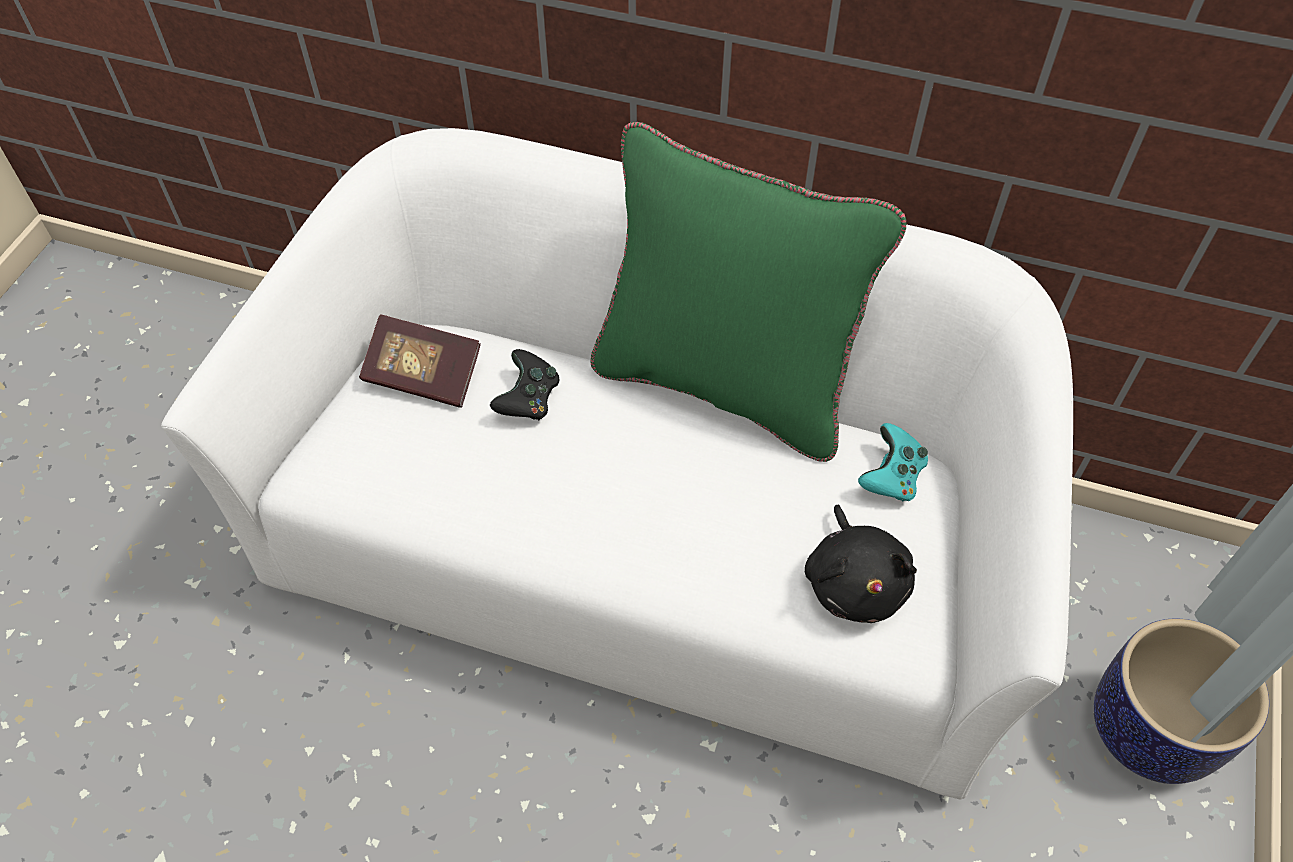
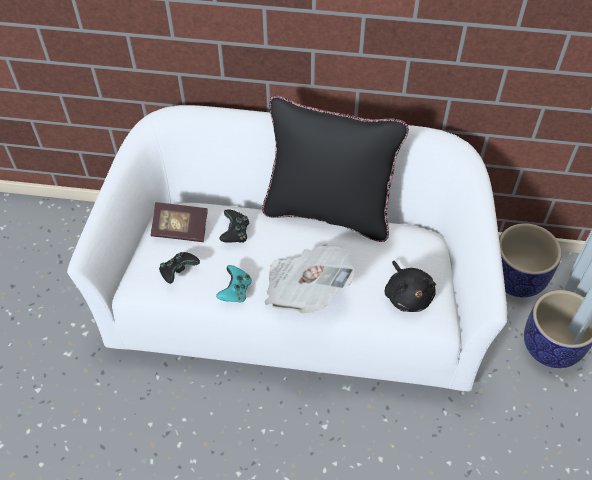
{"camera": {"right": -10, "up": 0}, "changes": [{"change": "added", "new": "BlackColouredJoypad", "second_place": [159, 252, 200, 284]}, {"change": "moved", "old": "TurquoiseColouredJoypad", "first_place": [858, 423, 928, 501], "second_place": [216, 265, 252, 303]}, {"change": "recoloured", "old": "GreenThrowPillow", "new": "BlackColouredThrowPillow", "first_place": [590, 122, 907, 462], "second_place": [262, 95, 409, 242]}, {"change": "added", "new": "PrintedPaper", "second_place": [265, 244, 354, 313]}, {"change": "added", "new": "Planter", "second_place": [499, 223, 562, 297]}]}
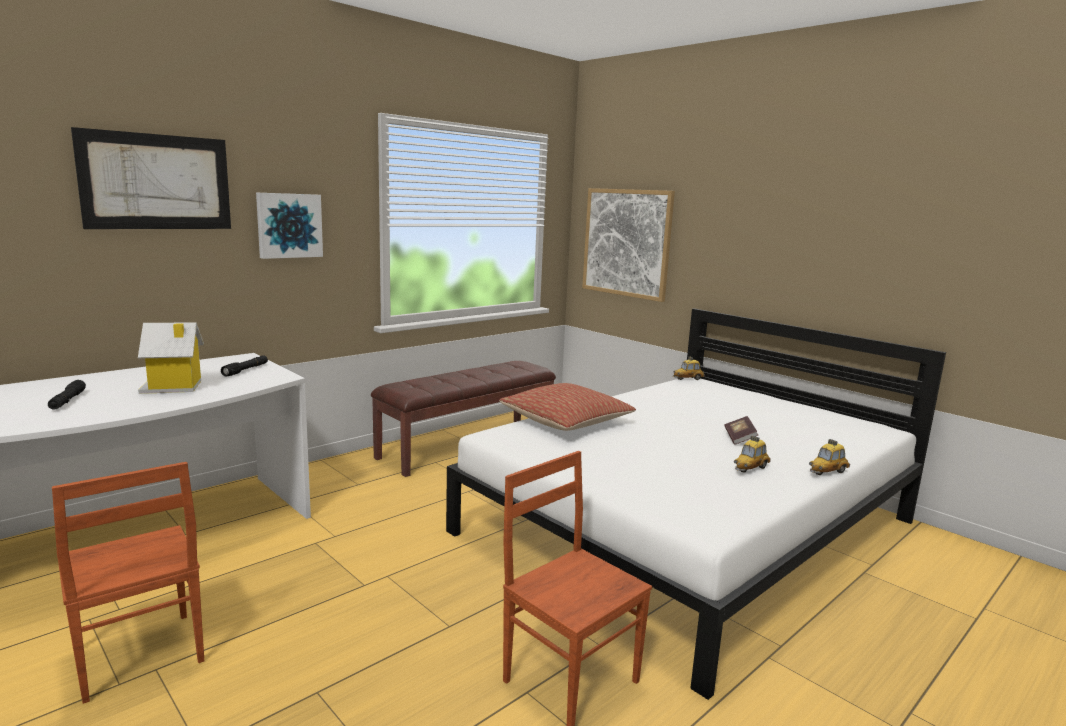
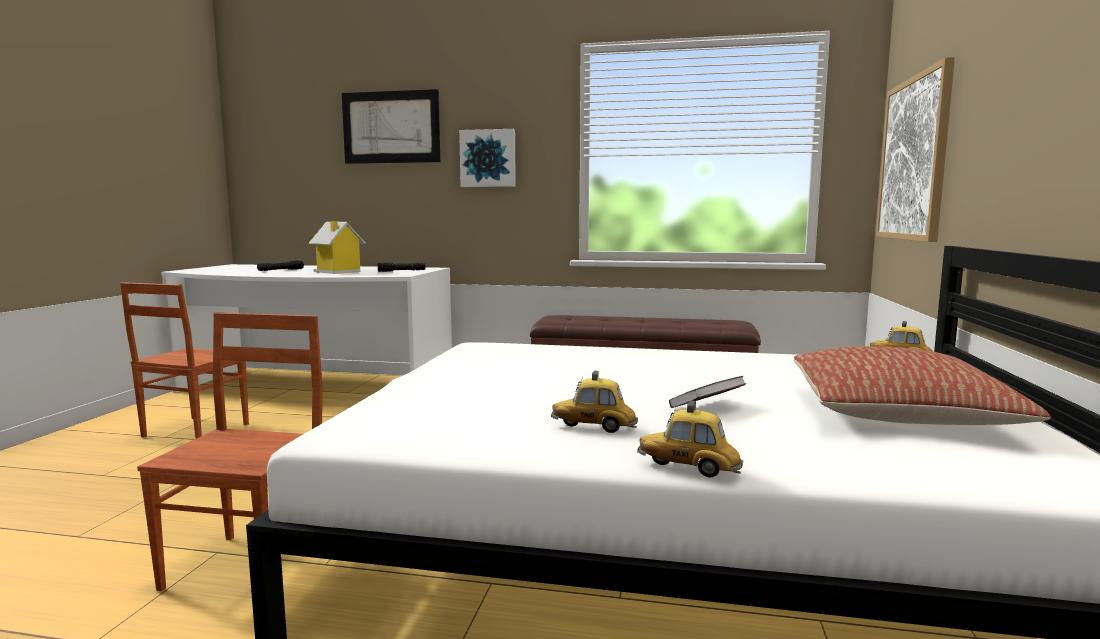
{"camera": {"right": 55, "up": -5}, "changes": [{"change": "moved", "old": "ThrowPillow", "first_place": [499, 383, 636, 431], "second_place": [794, 346, 1051, 425]}]}
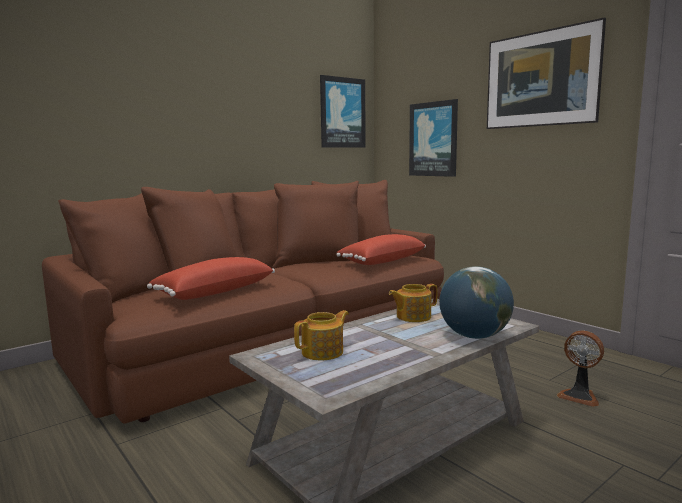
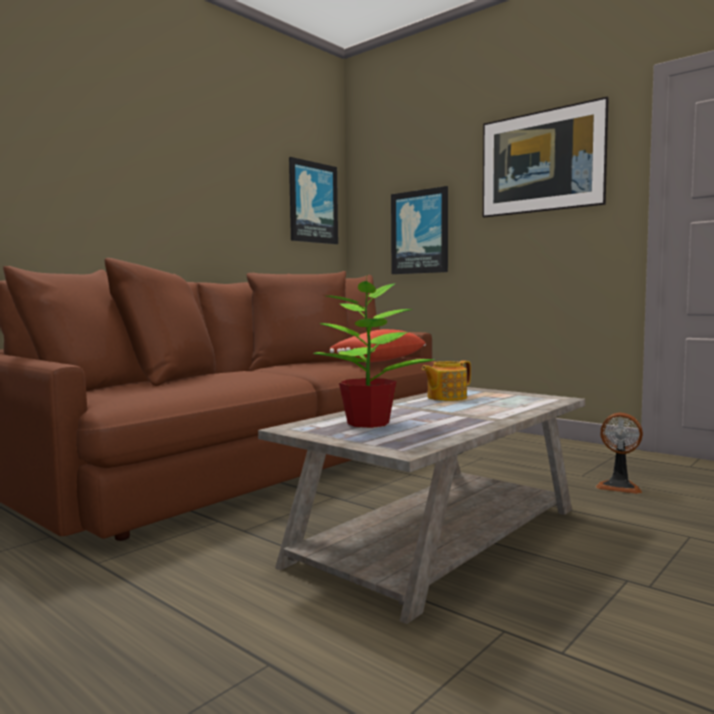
{"camera": {"right": -10, "up": -5}, "changes": [{"change": "replaced", "old": "Teapot", "new": "PottedPlant", "first_place": [294, 310, 349, 360], "second_place": [313, 274, 434, 428]}, {"change": "removed", "old": "ReddishThrowPillow", "first_place": [147, 257, 275, 300]}, {"change": "removed", "old": "DeskGlobe", "first_place": [439, 266, 514, 339]}]}
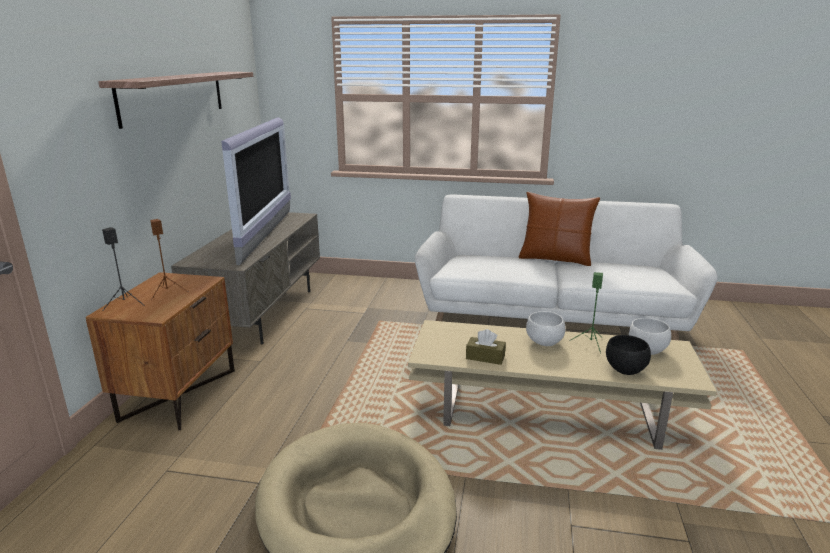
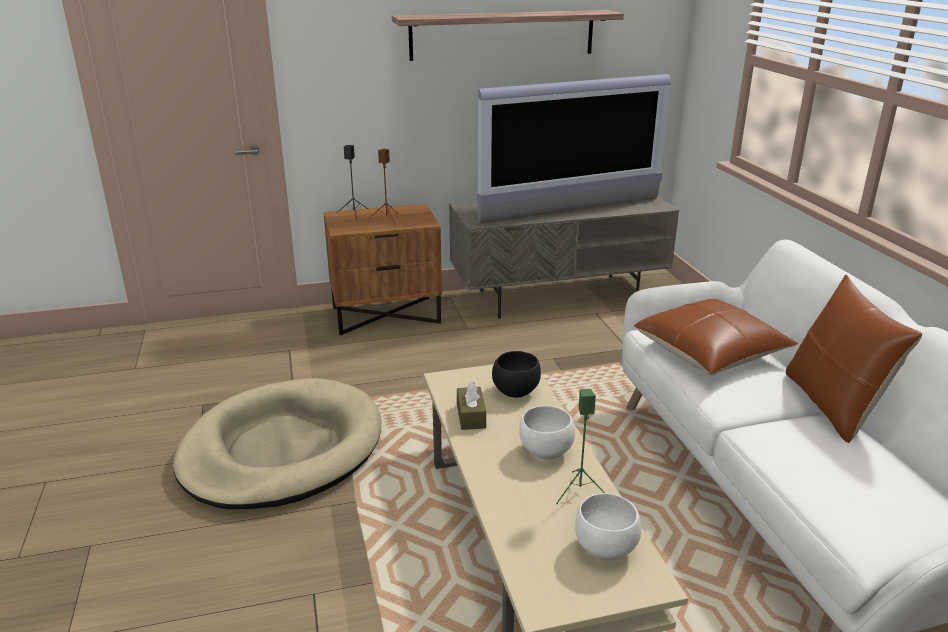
{"camera": {"right": 65, "up": 5}, "changes": [{"change": "moved", "old": "BlackColouredServingBowl", "first_place": [606, 335, 651, 375], "second_place": [492, 351, 541, 398]}, {"change": "added", "new": "BrownColouredThrowPillow", "second_place": [634, 299, 798, 375]}]}
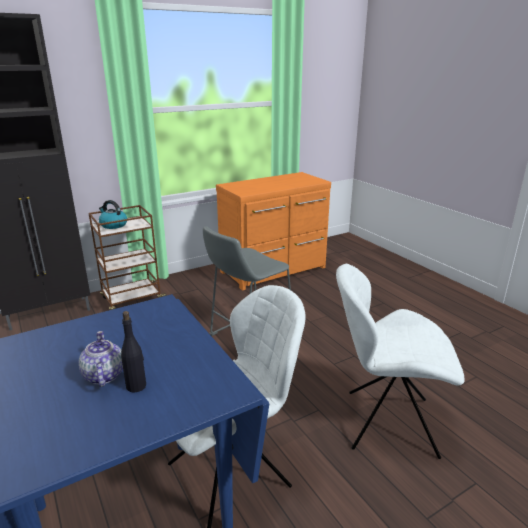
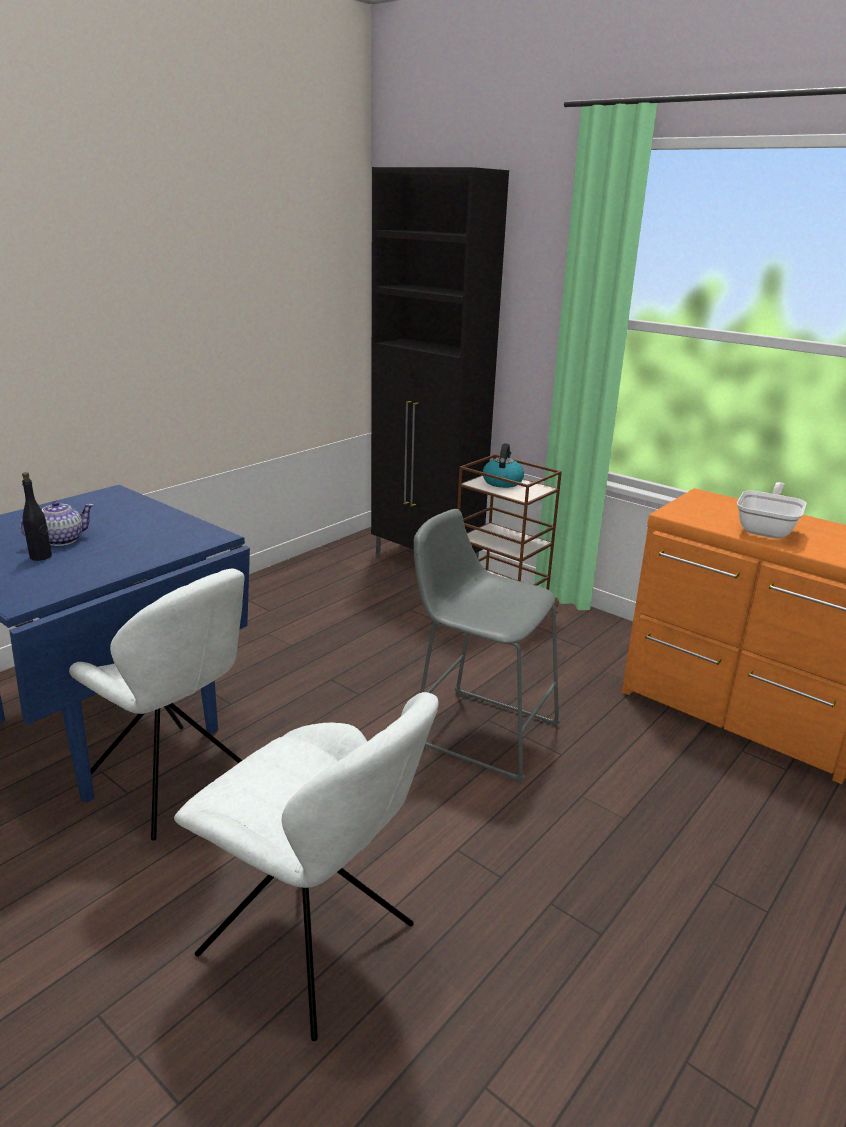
{"camera": {"right": 70, "up": 0}, "changes": [{"change": "turned", "old": "WhitishChair", "first_place": [336, 264, 464, 459], "second_place": [174, 692, 439, 1041], "degrees": 135}, {"change": "added", "new": "Pan", "second_place": [737, 482, 807, 539]}]}
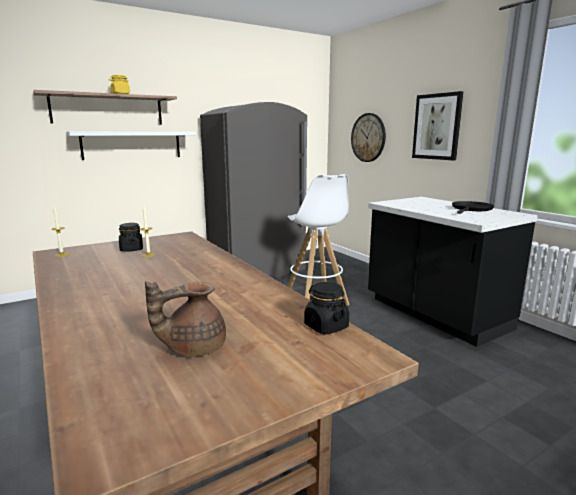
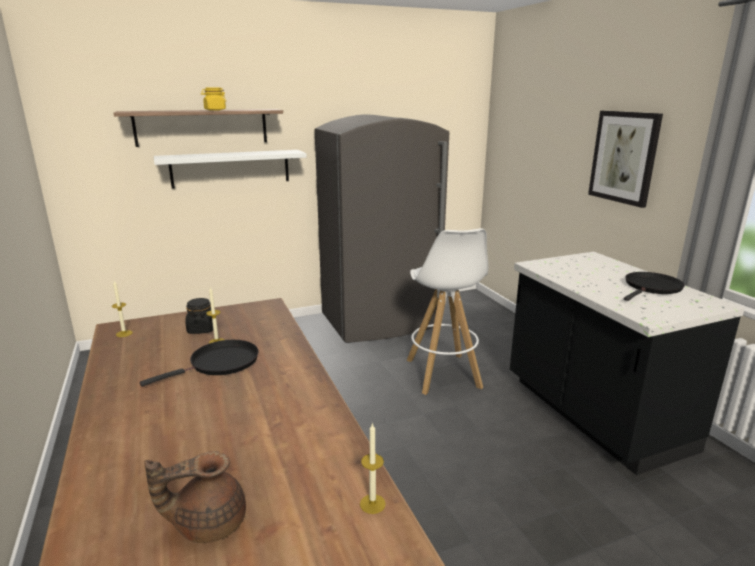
{"camera": {"right": 10, "up": 5}, "changes": [{"change": "added", "new": "BlackColouredPan", "second_place": [140, 340, 259, 387]}, {"change": "replaced", "old": "BlackColouredStorageJar", "new": "WaxLight", "first_place": [304, 282, 349, 334], "second_place": [360, 423, 386, 514]}, {"change": "removed", "old": "WallClock", "first_place": [351, 113, 386, 162]}]}
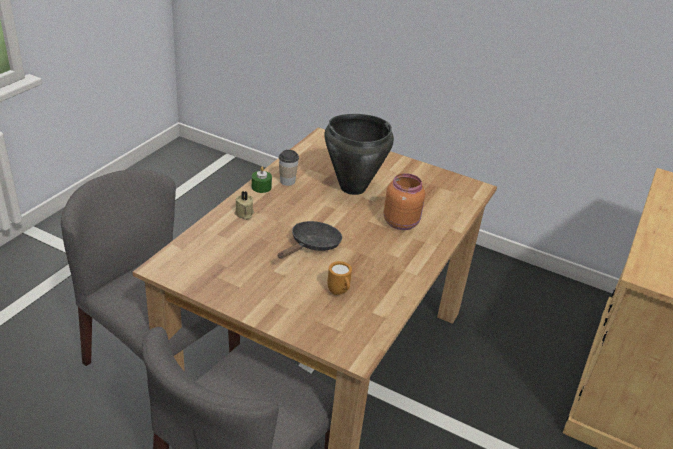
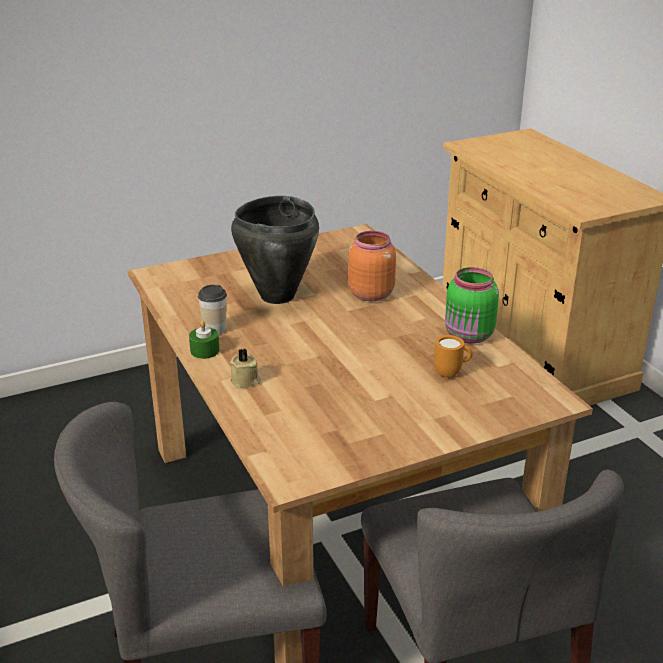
{"camera": {"right": -50, "up": -5}, "changes": [{"change": "added", "new": "GreenStorageJar", "second_place": [445, 267, 499, 343]}, {"change": "removed", "old": "BlackColouredPan", "first_place": [277, 221, 342, 259]}]}
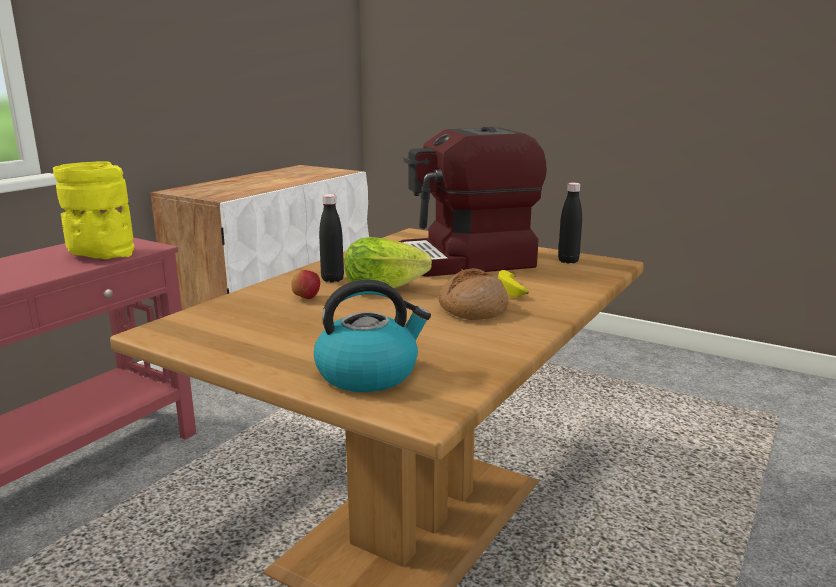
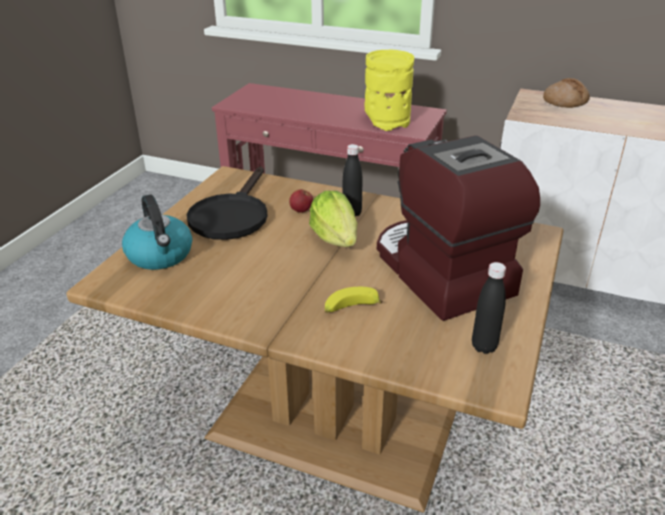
{"camera": {"right": 80, "up": 15}, "changes": [{"change": "added", "new": "BlackColouredPan", "second_place": [187, 166, 268, 240]}, {"change": "moved", "old": "BakeryBread", "first_place": [438, 268, 509, 320], "second_place": [543, 78, 590, 108]}]}
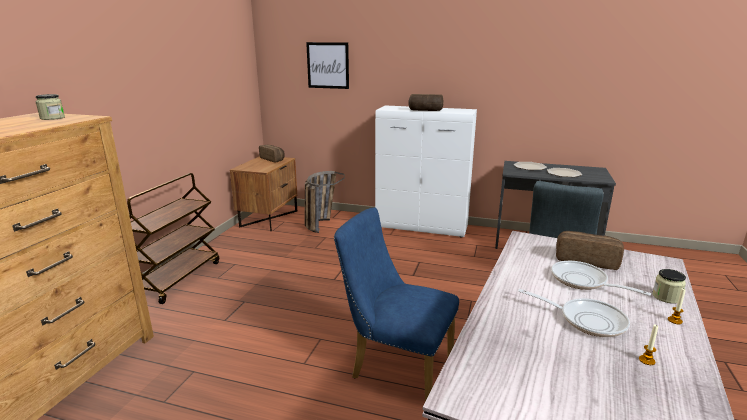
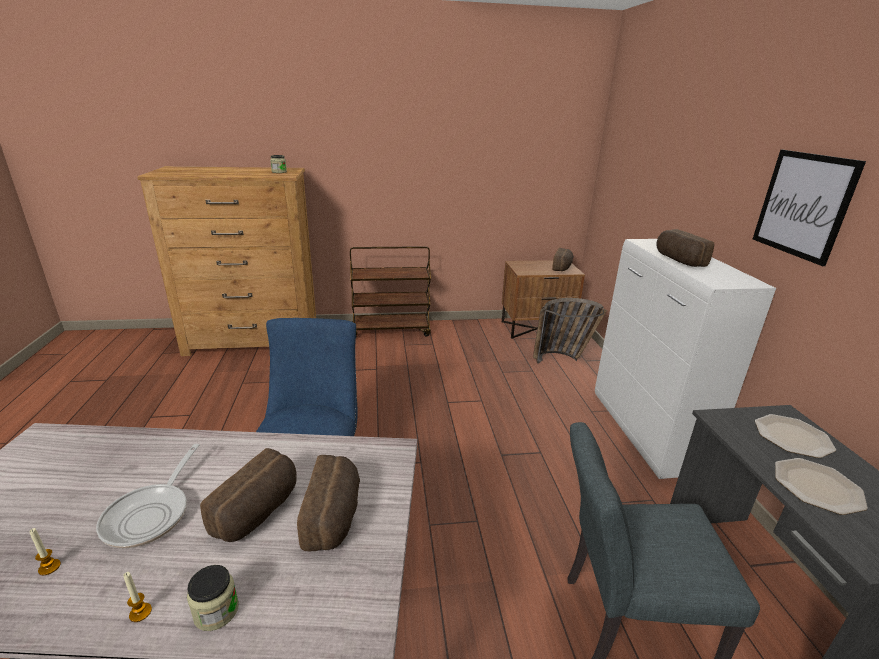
{"camera": {"right": 65, "up": 5}, "changes": [{"change": "replaced", "old": "Pan", "new": "BakeryBread", "first_place": [551, 261, 651, 296], "second_place": [200, 448, 297, 542]}, {"change": "moved", "old": "Picture", "first_place": [306, 42, 349, 89], "second_place": [753, 150, 866, 266]}]}
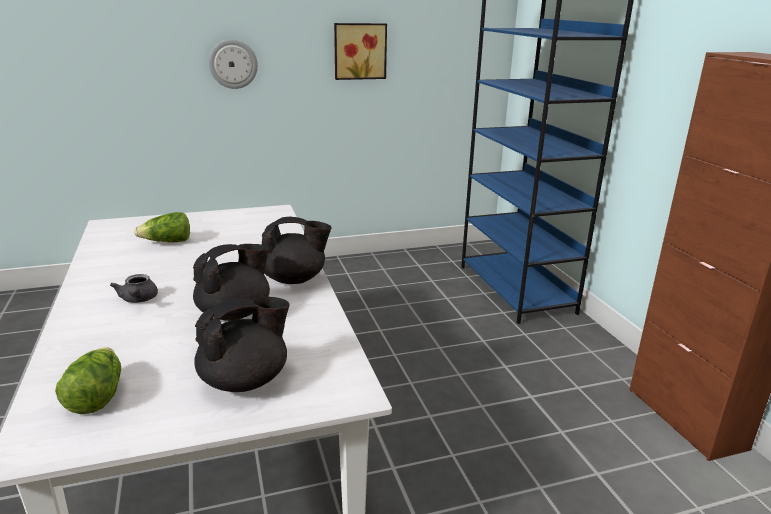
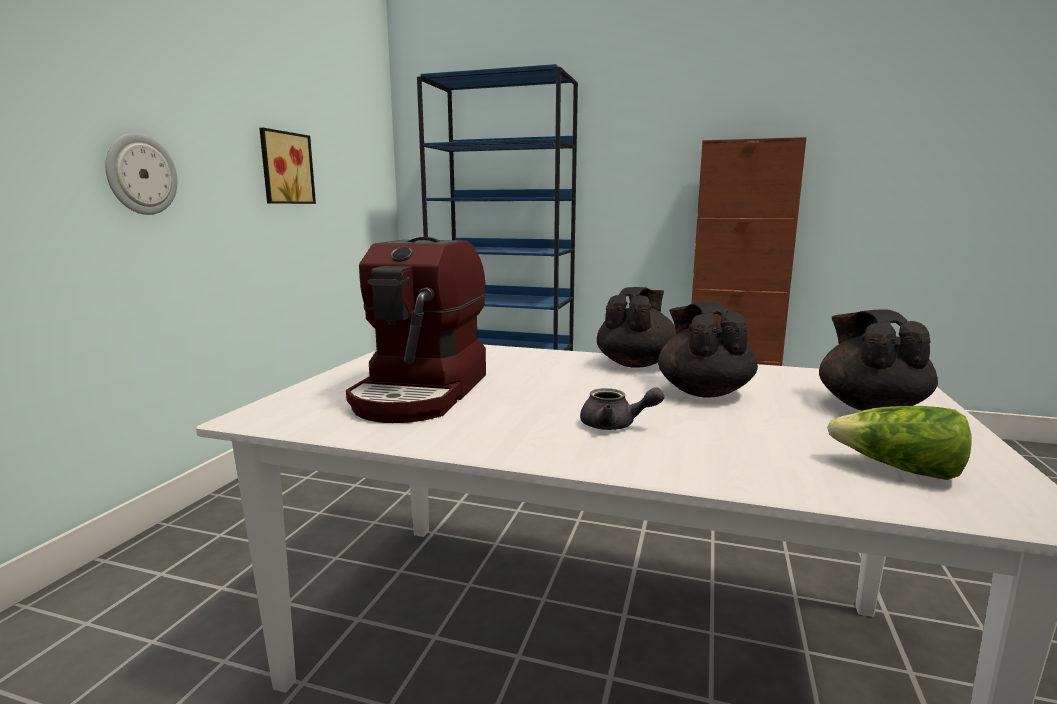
{"camera": {"right": -55, "up": -10}, "changes": [{"change": "replaced", "old": "HeadOfLettuce", "new": "CoffeeBrewer", "first_place": [134, 212, 190, 242], "second_place": [346, 237, 486, 423]}]}
